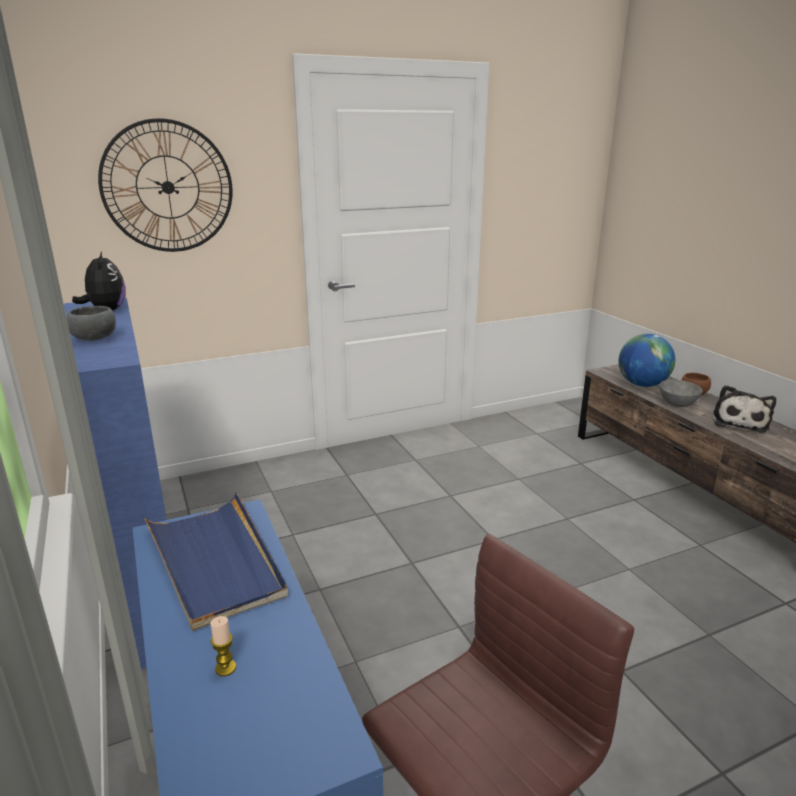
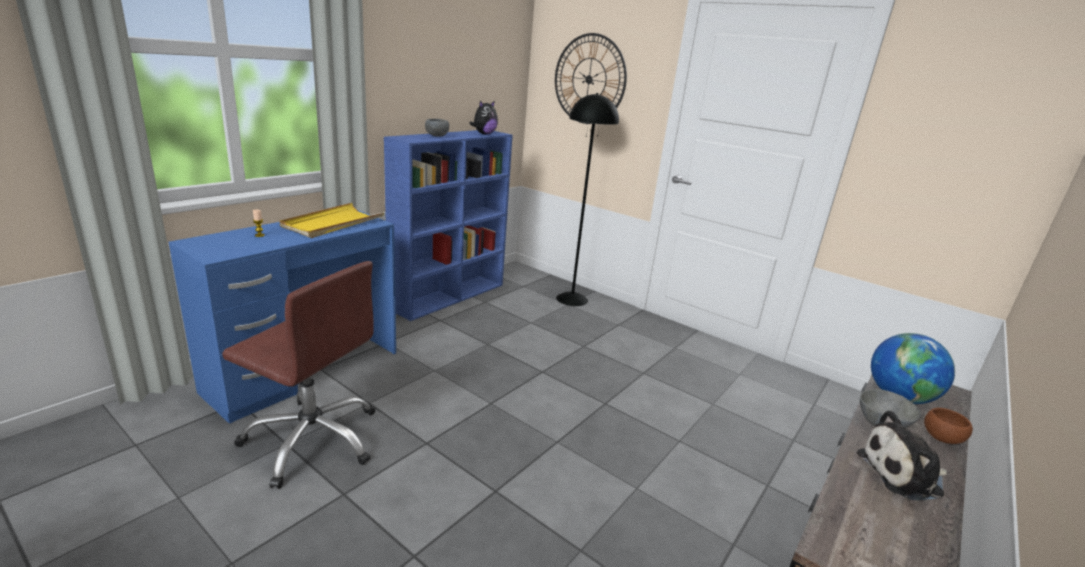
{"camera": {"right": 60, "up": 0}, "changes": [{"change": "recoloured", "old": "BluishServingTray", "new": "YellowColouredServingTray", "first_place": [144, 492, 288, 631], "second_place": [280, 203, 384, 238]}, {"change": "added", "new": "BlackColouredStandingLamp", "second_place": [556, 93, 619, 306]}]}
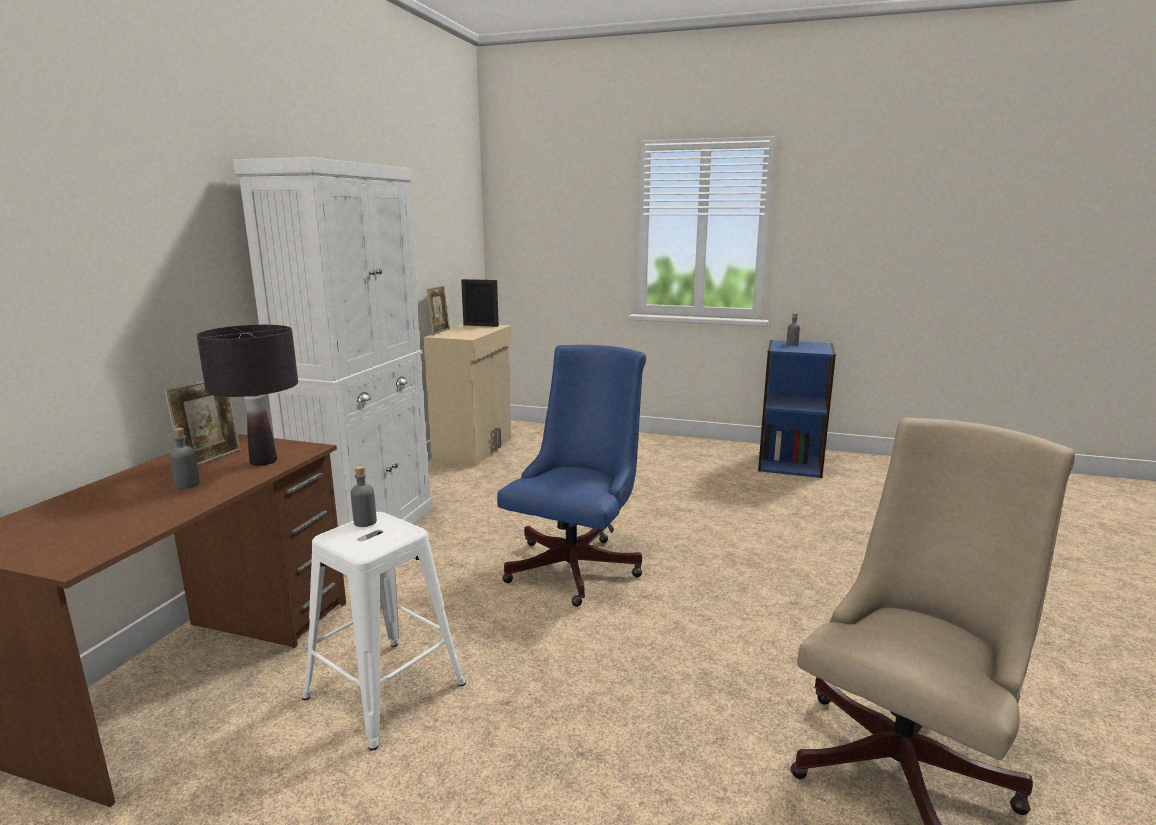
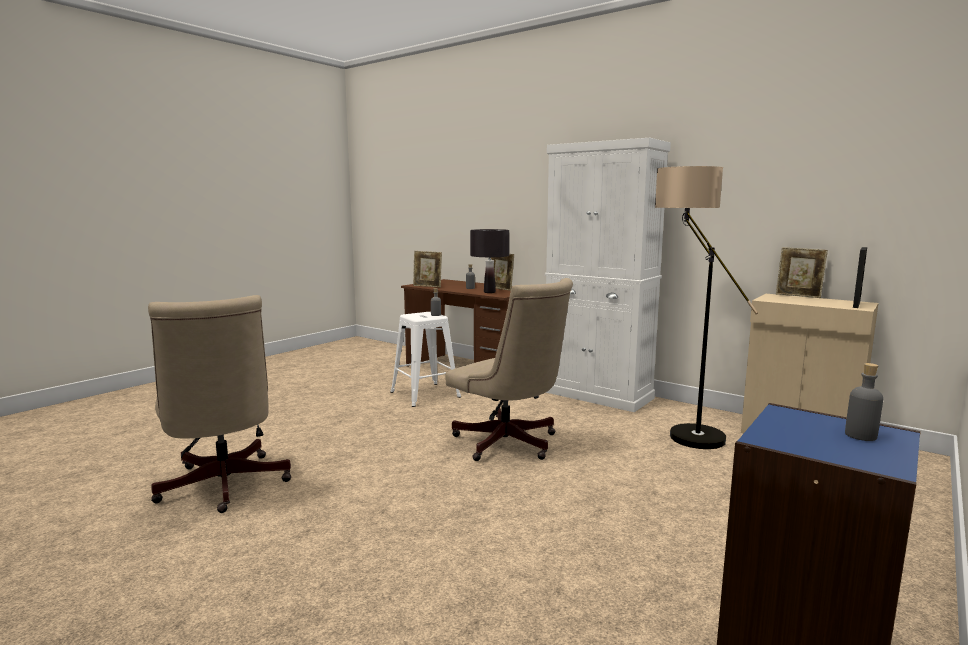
{"camera": {"right": 110, "up": -5}, "changes": [{"change": "added", "new": "PictureFrame", "second_place": [413, 251, 442, 287]}, {"change": "recoloured", "old": "BluishComputerChair", "new": "BeigeColouredComputerChair", "first_place": [497, 345, 646, 607], "second_place": [445, 278, 573, 461]}, {"change": "added", "new": "StandingLamp", "second_place": [655, 166, 758, 449]}]}
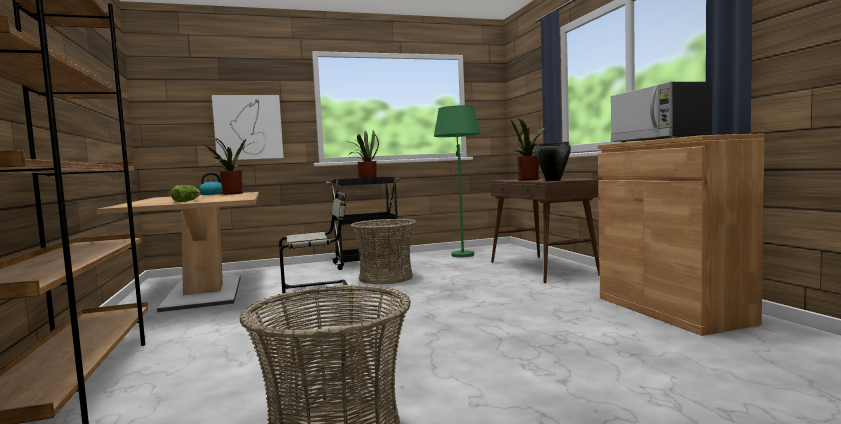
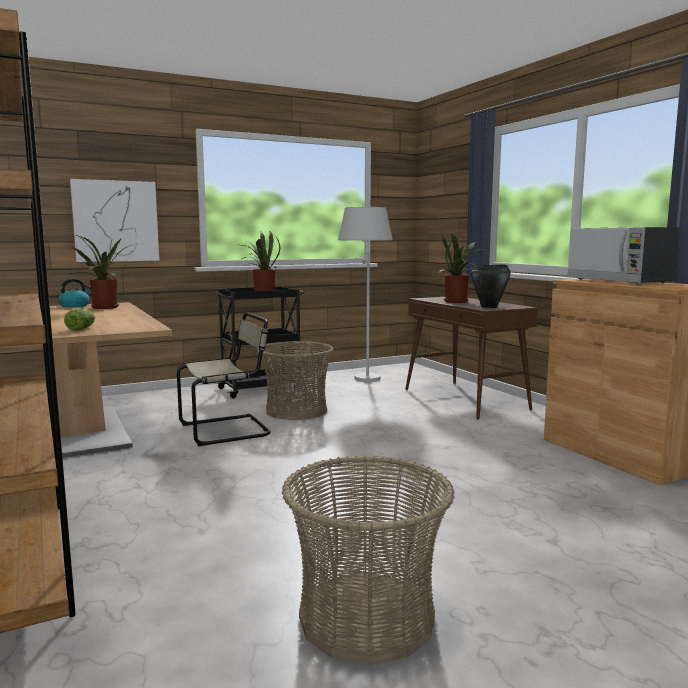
{"camera": {"right": -10, "up": 5}, "changes": [{"change": "recoloured", "old": "GreenStandingLamp", "new": "WhitishStandingLamp", "first_place": [434, 105, 481, 257], "second_place": [338, 207, 393, 382]}]}
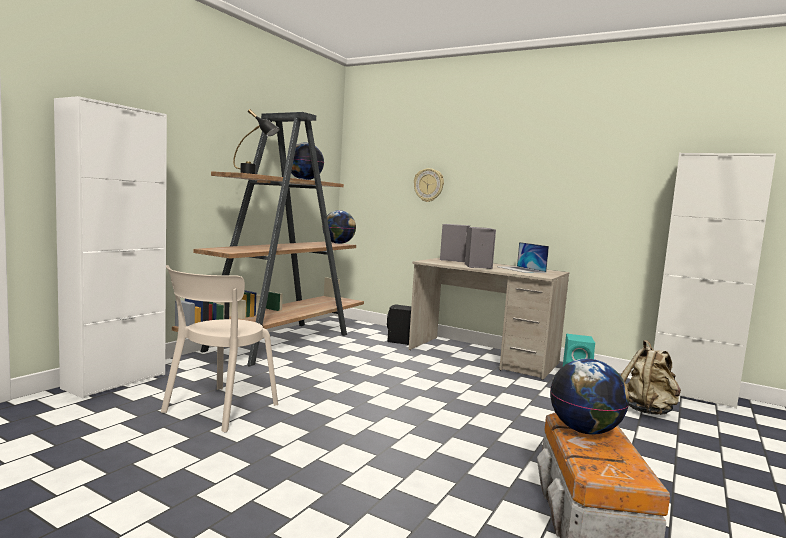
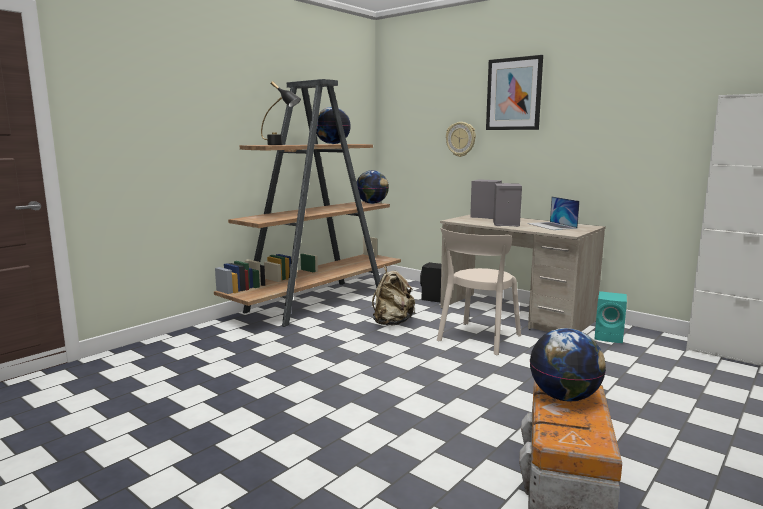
{"camera": {"right": 10, "up": 5}, "changes": [{"change": "moved", "old": "BeigeColouredKnapsack", "first_place": [621, 340, 681, 415], "second_place": [372, 265, 415, 326]}, {"change": "moved", "old": "BeigeColouredChair", "first_place": [161, 265, 278, 432], "second_place": [437, 228, 521, 355]}, {"change": "added", "new": "Picture", "second_place": [486, 55, 543, 130]}, {"change": "removed", "old": "WhitishCupboard", "first_place": [54, 96, 167, 398]}]}
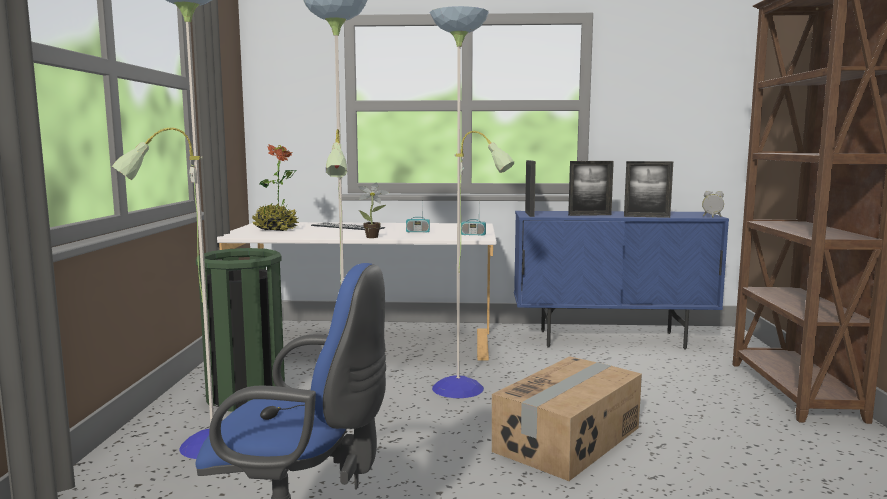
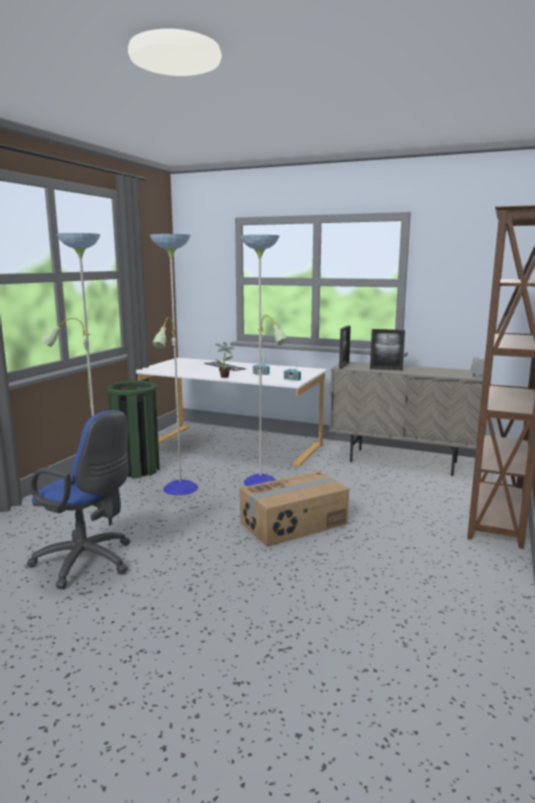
{"camera": {"right": 20, "up": 5}, "changes": [{"change": "recoloured", "old": "BluishCupboard", "new": "BeigeColouredCupboard", "first_place": [514, 211, 729, 350], "second_place": [329, 362, 483, 476]}, {"change": "removed", "old": "PottedPlant", "first_place": [252, 144, 299, 231]}, {"change": "removed", "old": "PictureFrame", "first_place": [624, 161, 673, 218]}]}
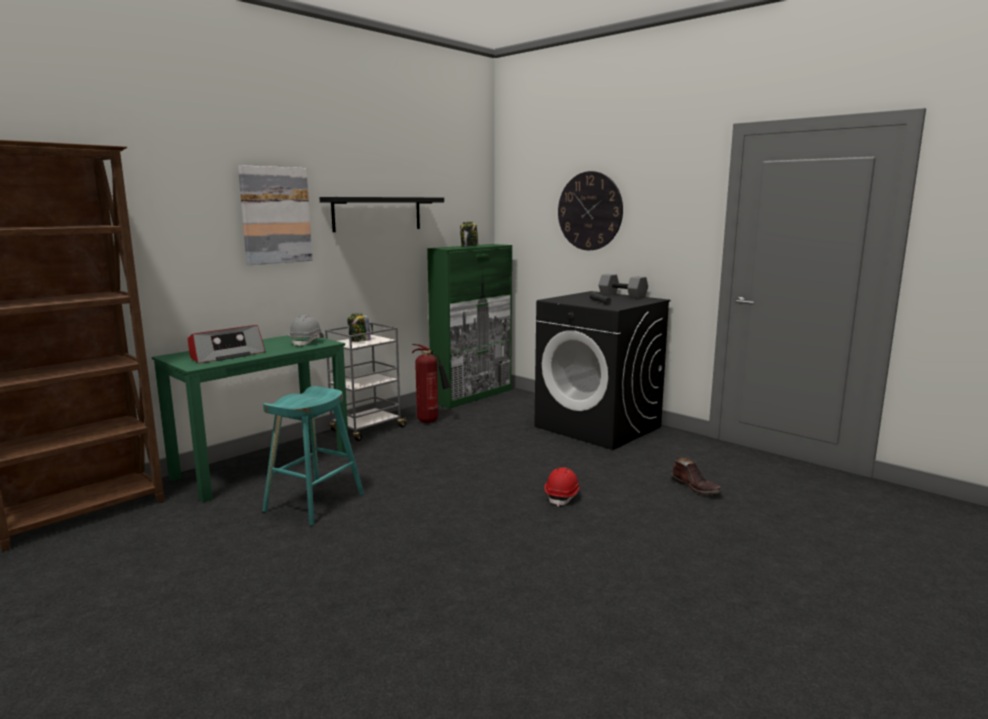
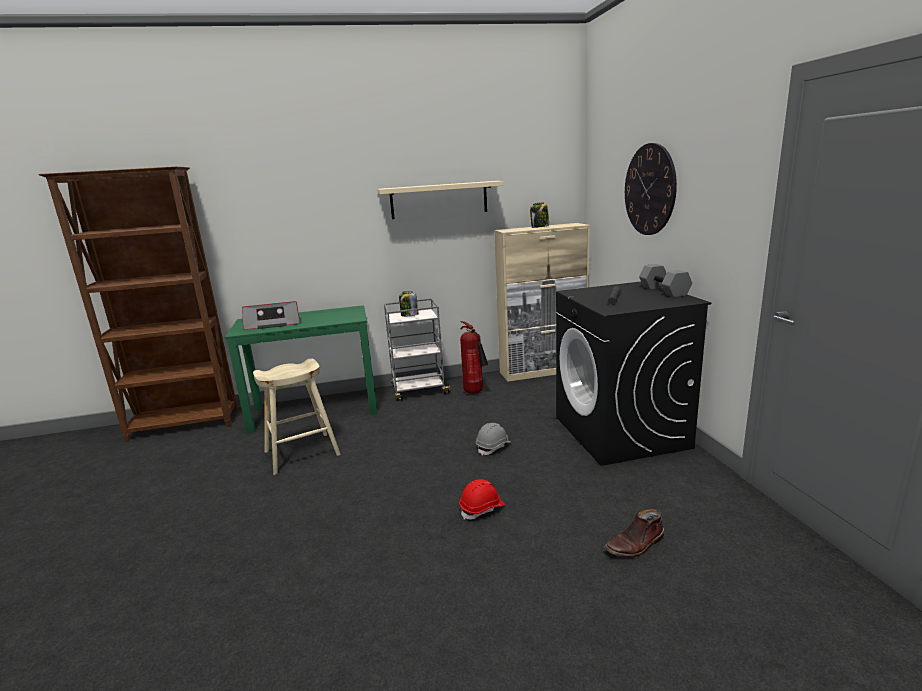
{"camera": {"right": 35, "up": 5}, "changes": [{"change": "recoloured", "old": "TurquoiseColouredStool", "new": "BeigeColouredStool", "first_place": [262, 386, 364, 526], "second_place": [253, 358, 341, 475]}, {"change": "recoloured", "old": "BlackColouredWallShelf", "new": "BeigeColouredWallShelf", "first_place": [319, 197, 444, 232], "second_place": [378, 181, 504, 219]}, {"change": "moved", "old": "GreyHardHat", "first_place": [288, 315, 324, 347], "second_place": [476, 423, 511, 456]}, {"change": "recoloured", "old": "GreenCupboard", "new": "BeigeColouredCupboard", "first_place": [427, 244, 512, 408], "second_place": [494, 223, 590, 382]}, {"change": "turned", "old": "BrownColouredHighTopBoot", "first_place": [671, 457, 722, 495], "second_place": [604, 509, 664, 558], "degrees": 60}, {"change": "removed", "old": "Picture", "first_place": [238, 165, 312, 265]}]}
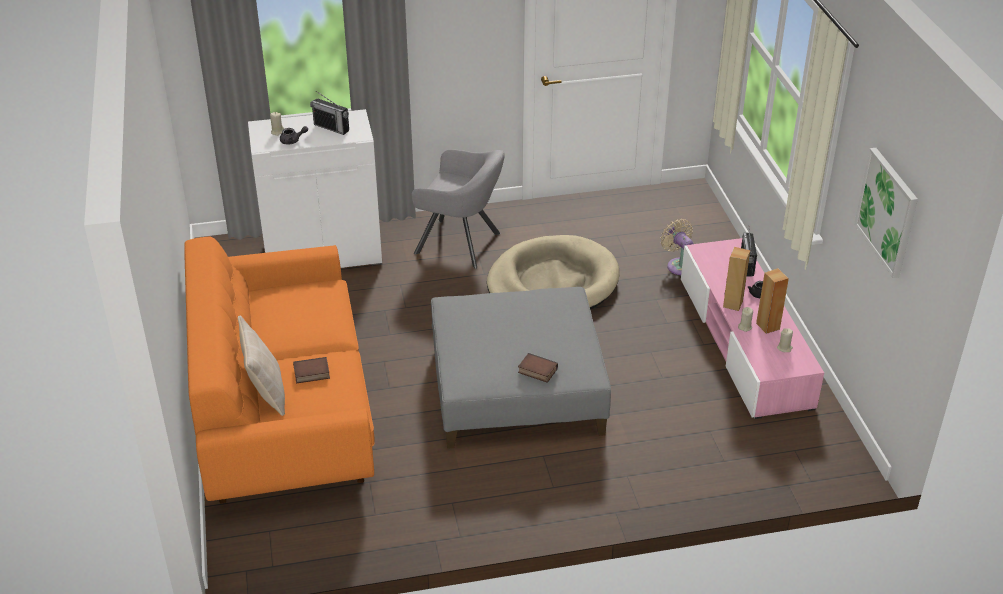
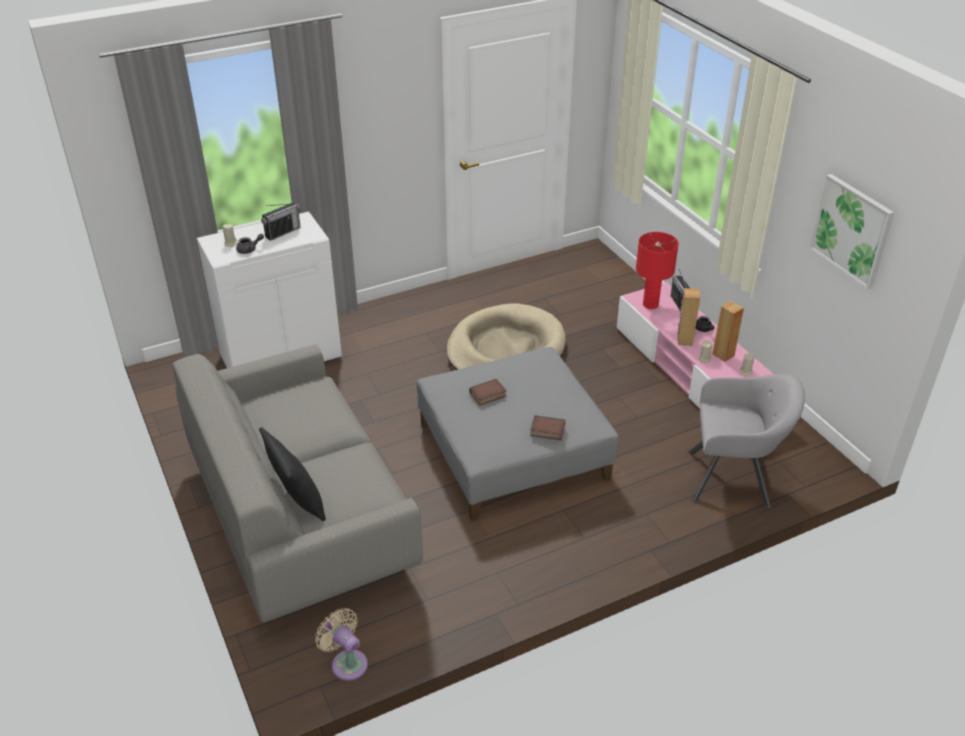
{"camera": {"right": -15, "up": 0}, "changes": [{"change": "recoloured", "old": "OrangeColouredSettee", "new": "GreySettee", "first_place": [184, 237, 375, 504], "second_place": [172, 344, 423, 623]}, {"change": "recoloured", "old": "BeigeColouredThrowPillow", "new": "BlackColouredThrowPillow", "first_place": [238, 316, 285, 416], "second_place": [259, 427, 326, 521]}, {"change": "turned", "old": "Radio", "first_place": [310, 91, 349, 135], "second_place": [261, 203, 301, 241], "degrees": -60}, {"change": "moved", "old": "BeigeColouredCoolingFan", "first_place": [660, 219, 694, 275], "second_place": [315, 608, 368, 681]}, {"change": "moved", "old": "Book", "first_place": [293, 357, 330, 383], "second_place": [469, 379, 506, 405]}, {"change": "added", "new": "ReddishTabletopLamp", "second_place": [636, 232, 679, 309]}, {"change": "moved", "old": "GreyArmchair", "first_place": [411, 149, 505, 269], "second_place": [688, 374, 805, 508]}]}
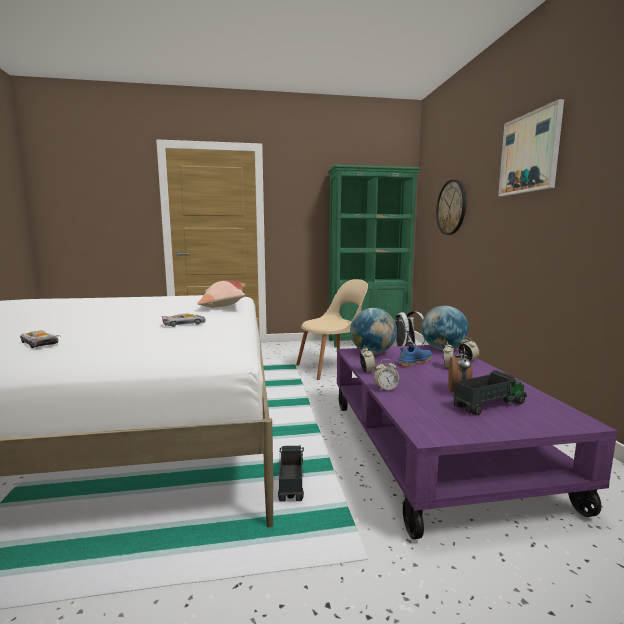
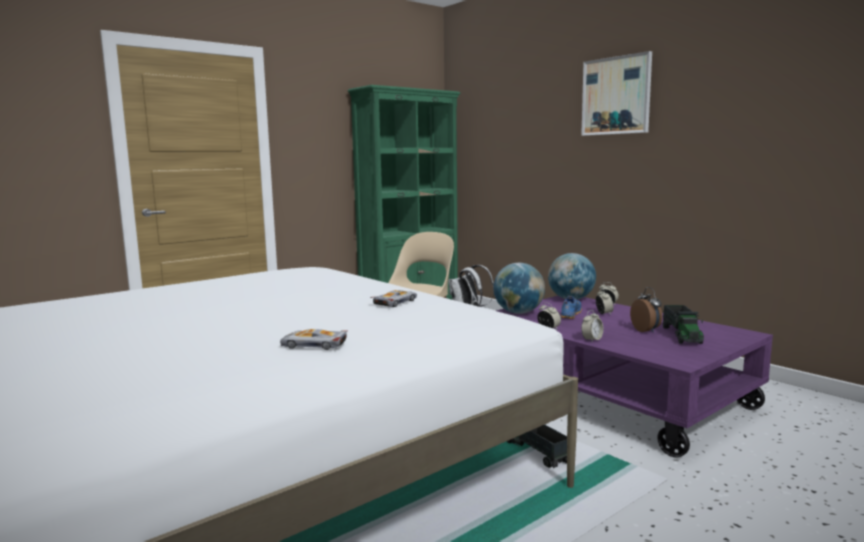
{"camera": {"right": -30, "up": 0}, "changes": [{"change": "turned", "old": "ToyTruck", "first_place": [452, 370, 527, 415], "second_place": [663, 305, 704, 344], "degrees": 150}, {"change": "removed", "old": "ThrowPillow", "first_place": [197, 280, 245, 308]}, {"change": "removed", "old": "WallClock", "first_place": [436, 180, 466, 235]}]}
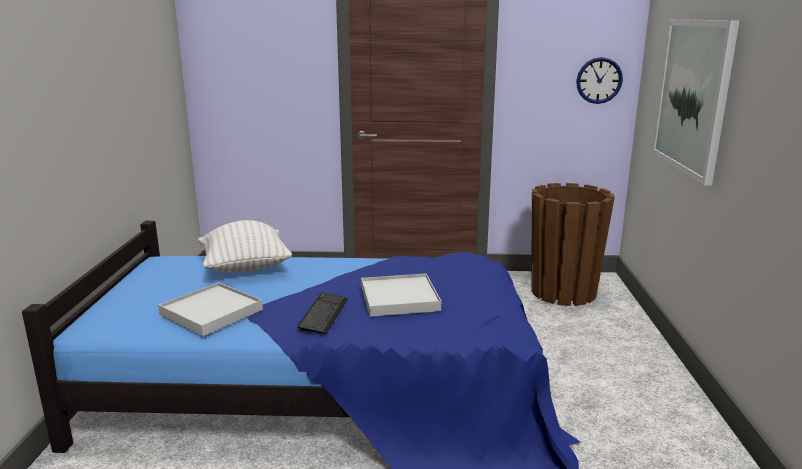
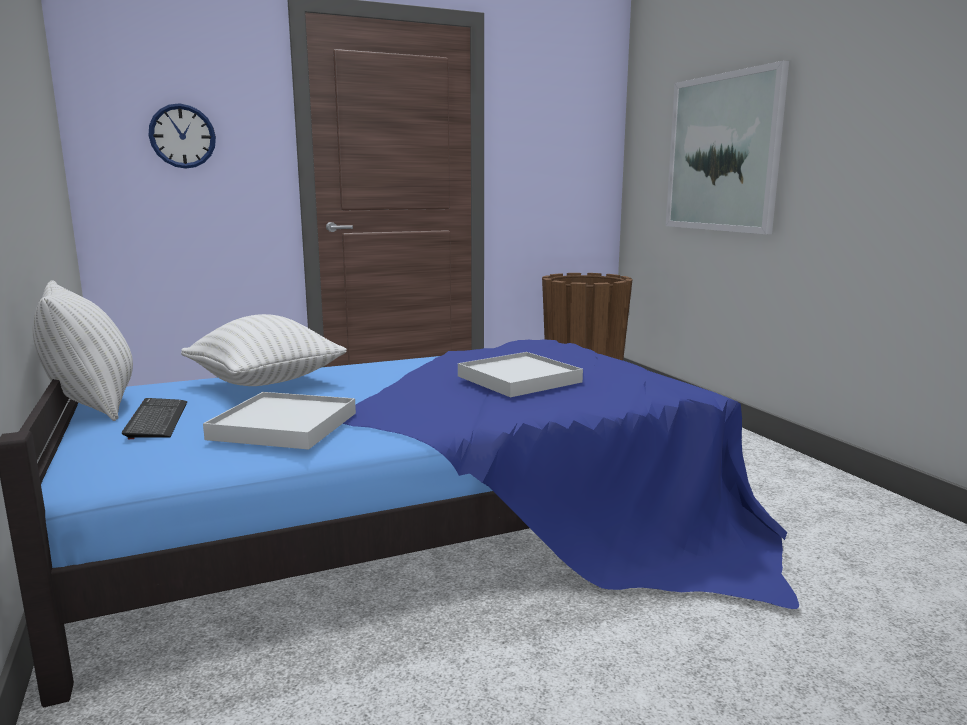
{"camera": {"right": -25, "up": -5}, "changes": [{"change": "added", "new": "WhitishThrowPillow", "second_place": [33, 280, 133, 421]}, {"change": "moved", "old": "PcKeyboard", "first_place": [297, 292, 348, 334], "second_place": [122, 398, 187, 440]}, {"change": "moved", "old": "WallClock", "first_place": [576, 57, 623, 104], "second_place": [148, 103, 216, 169]}]}
